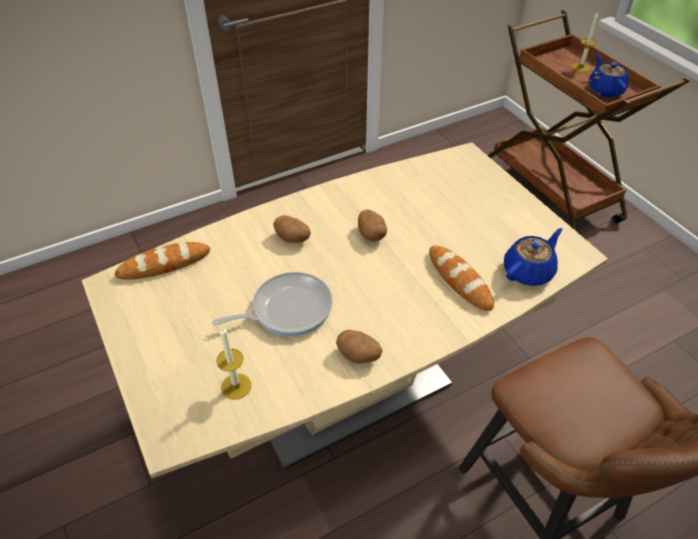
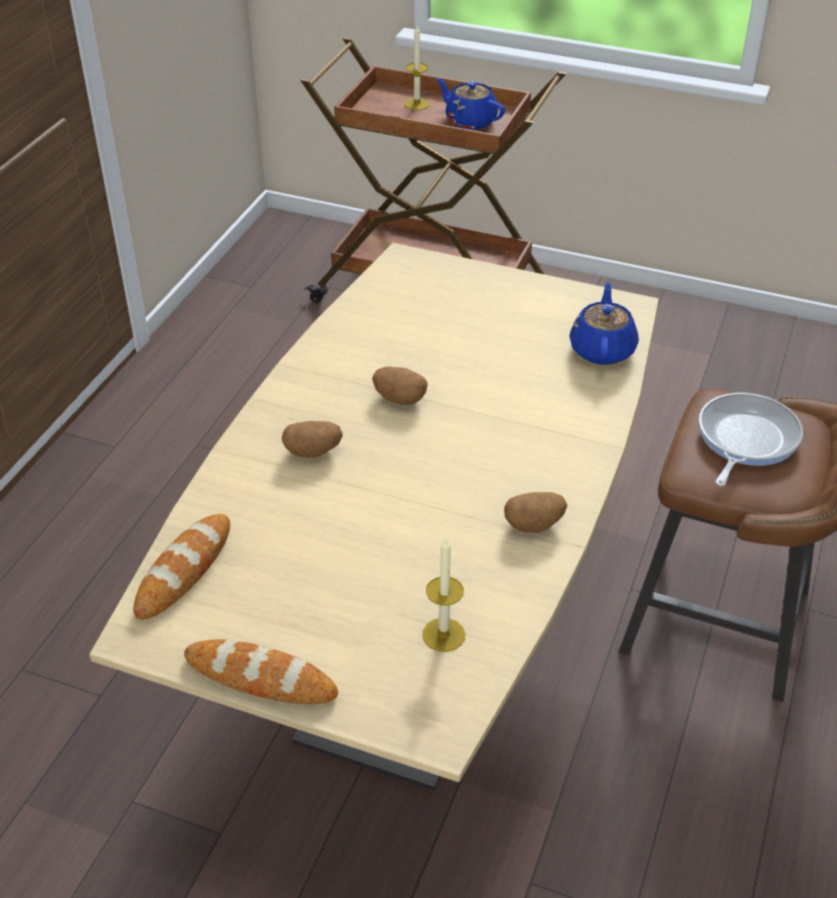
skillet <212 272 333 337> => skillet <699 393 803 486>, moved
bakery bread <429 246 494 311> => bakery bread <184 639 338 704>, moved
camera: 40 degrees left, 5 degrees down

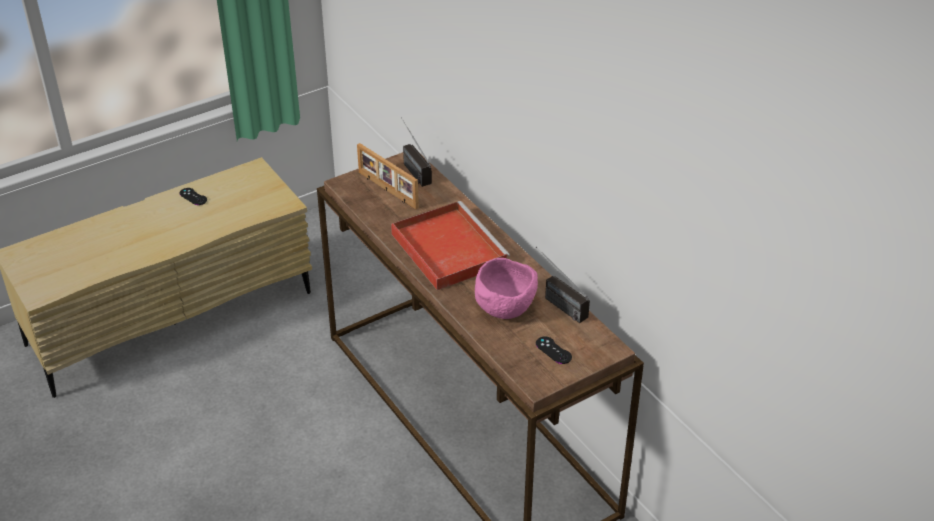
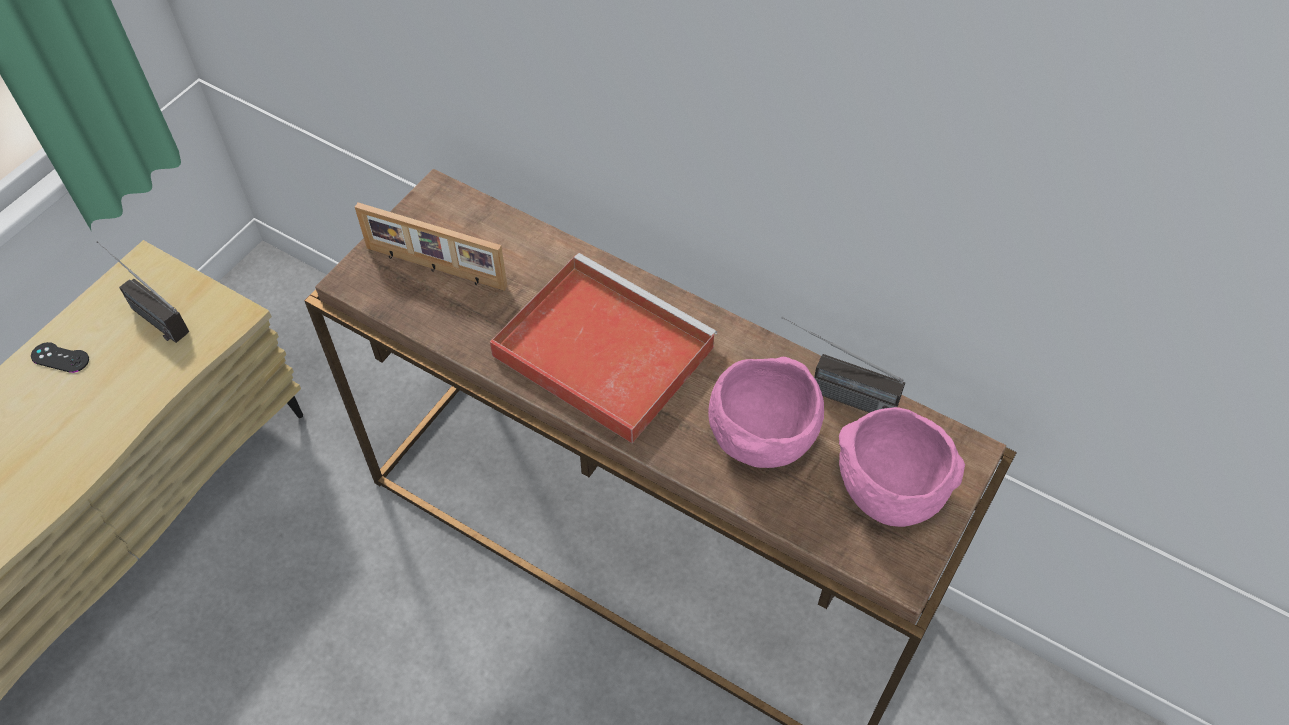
radio set <401 117 432 187> => radio set <96 241 189 343>, moved
black game controller <536 336 572 364> => pink bowl <839 407 965 527>
camera: 25 degrees left, 15 degrees up

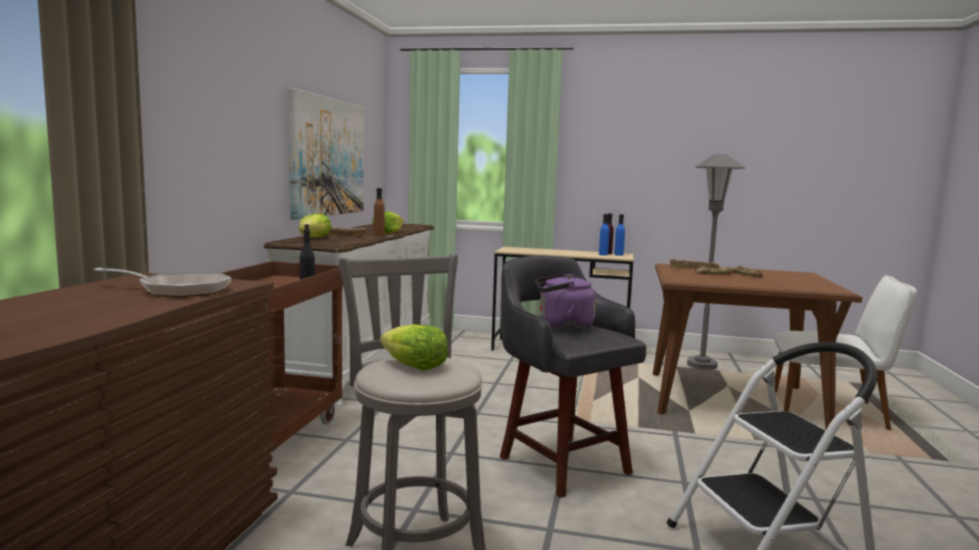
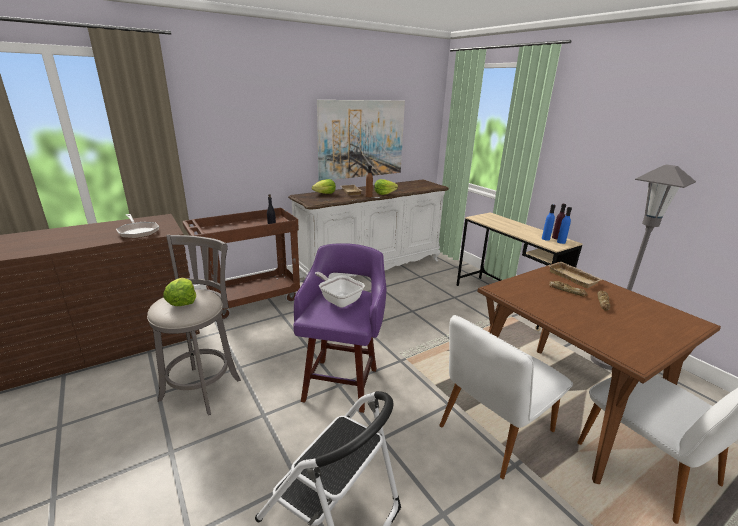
nothing => white-coloured plain chair <440 315 573 479>
purple-coloured tea kettle <535 274 596 331> => skillet <315 272 365 308>
grey stool <500 256 646 498> => purple-coloured stool <294 243 386 413>
camera: 45 degrees right, 15 degrees up

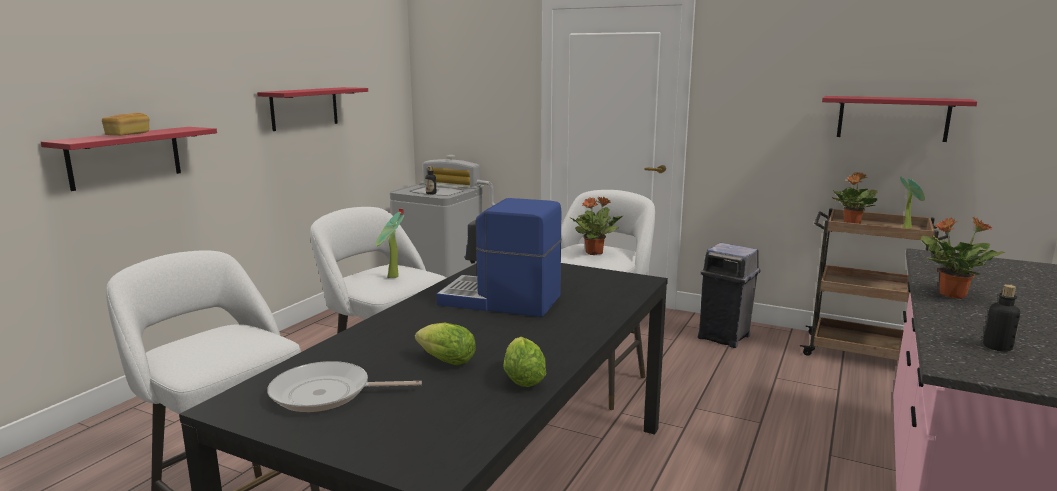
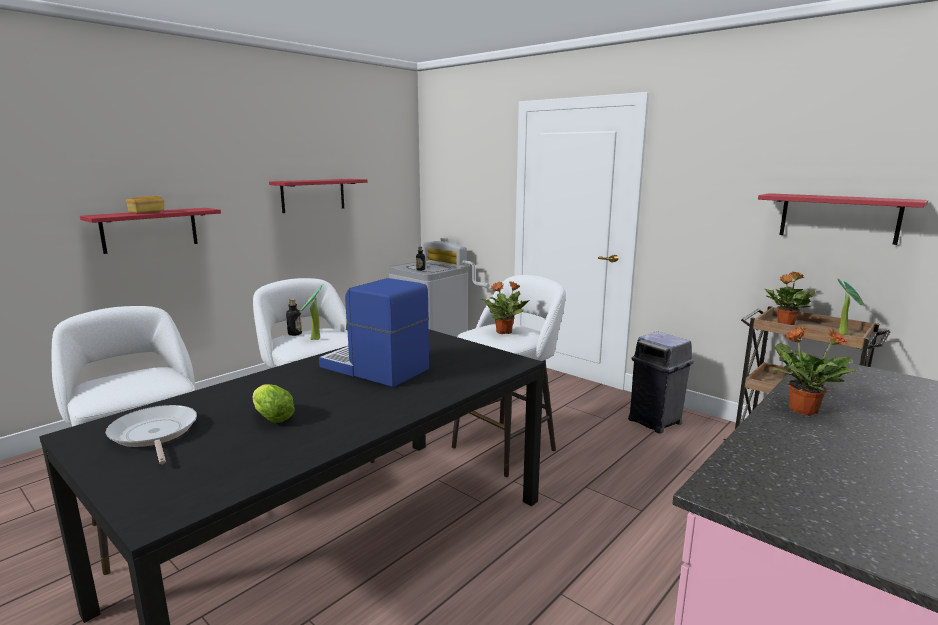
lettuce head <504 337 546 387> => nothing
beverage bottle <983 284 1020 352> => beverage bottle <286 299 302 336>, moved
skillet <267 361 422 412> => skillet <106 405 197 464>, 45 degrees clockwise
camera: 15 degrees right, 0 degrees up

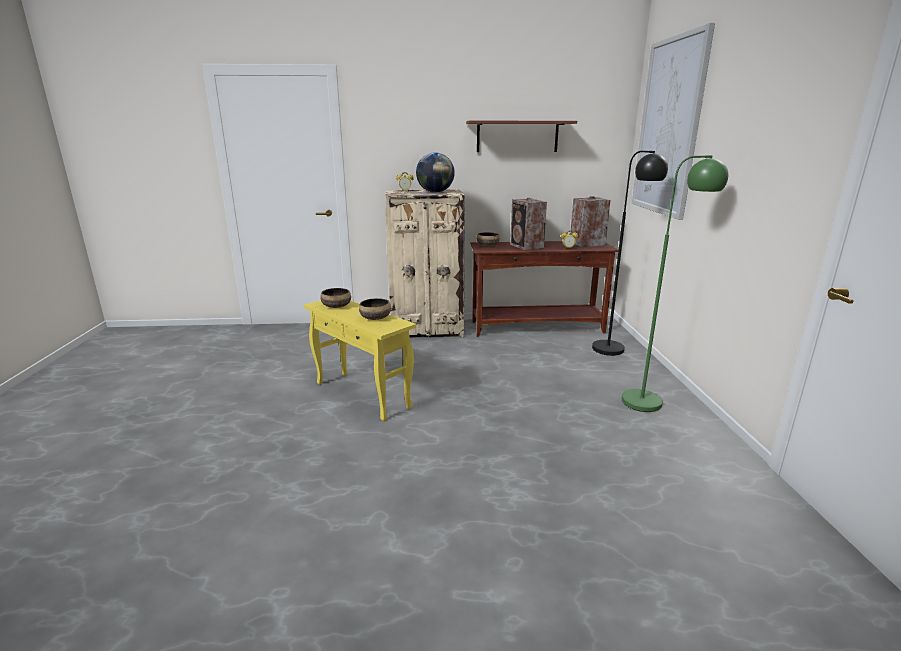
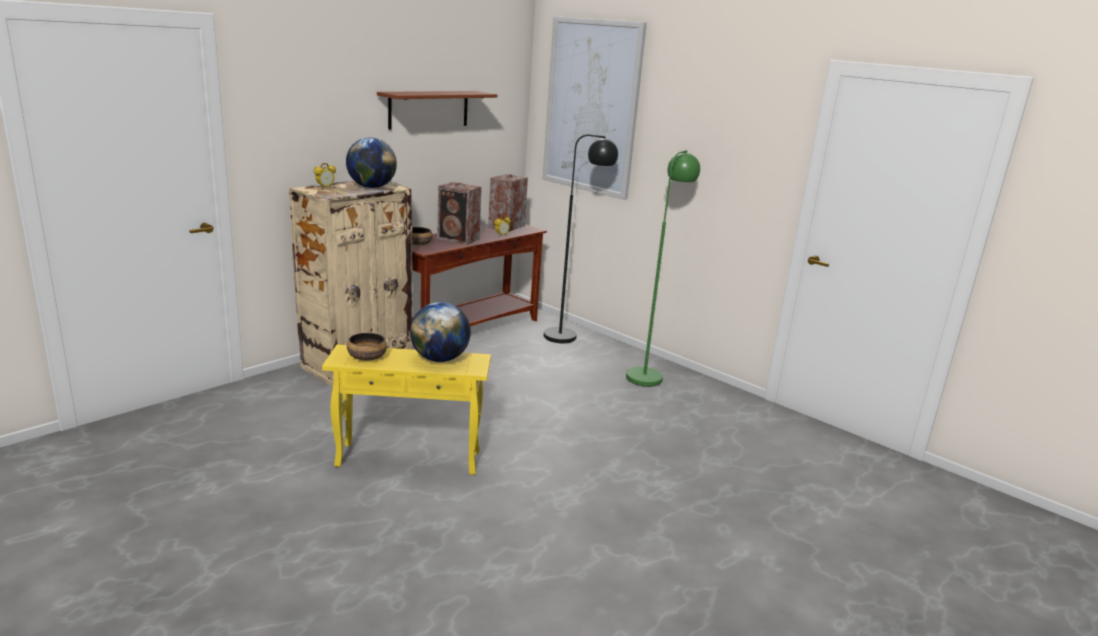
bowl <359 298 391 320> => desk globe <410 302 471 362>
camera: 45 degrees left, 0 degrees up

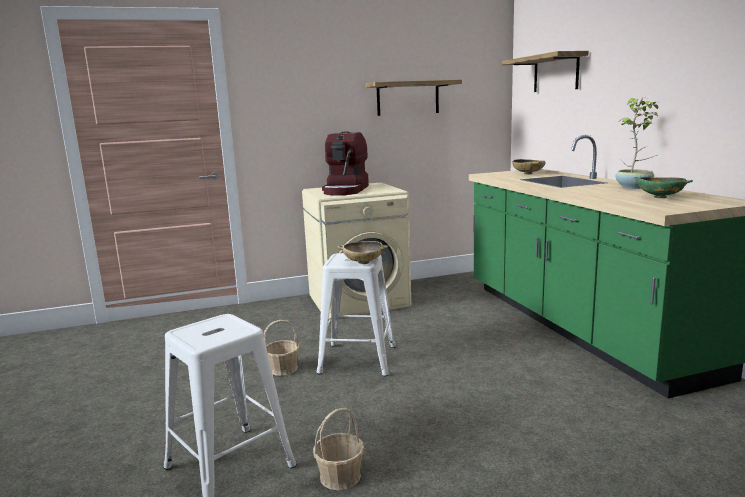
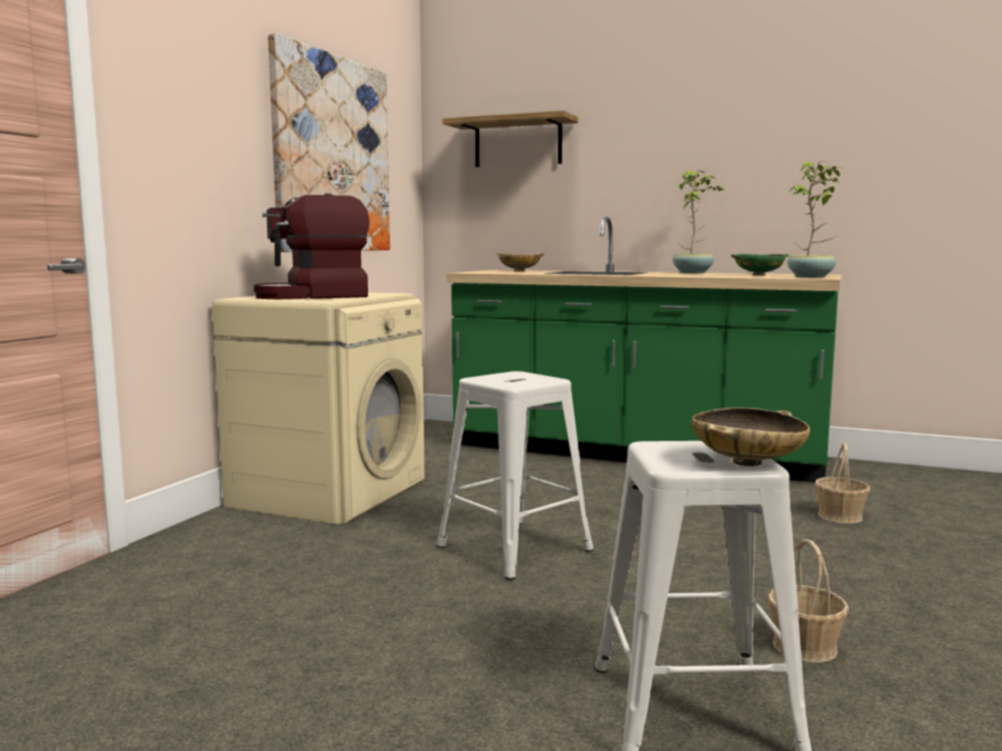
nothing => plant in a pot <787 161 841 278>
storage basket <264 320 300 376> => storage basket <815 443 870 524>, moved
beige bowl <338 241 388 264> => beige bowl <692 407 810 466>, moved
shelf <365 80 462 116> => wall picture <268 33 390 252>
coffee maker <322 131 369 195> => coffee maker <254 193 370 299>, 105 degrees clockwise
camera: 50 degrees left, 5 degrees down

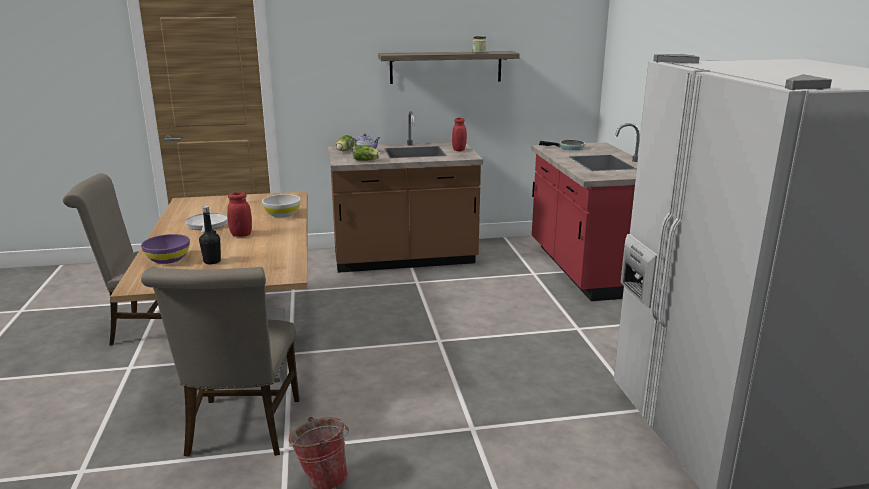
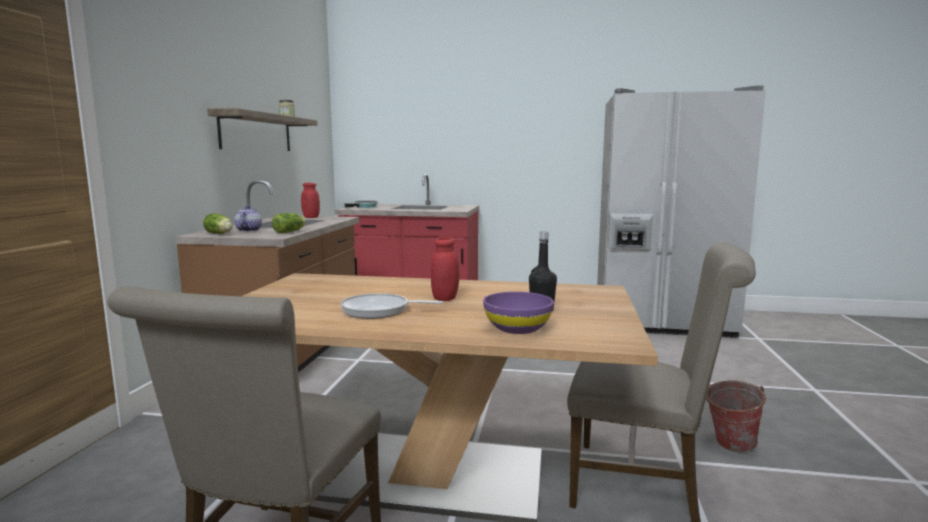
white-coloured bowl <262 194 301 218> => nothing
camera: 70 degrees left, 10 degrees down

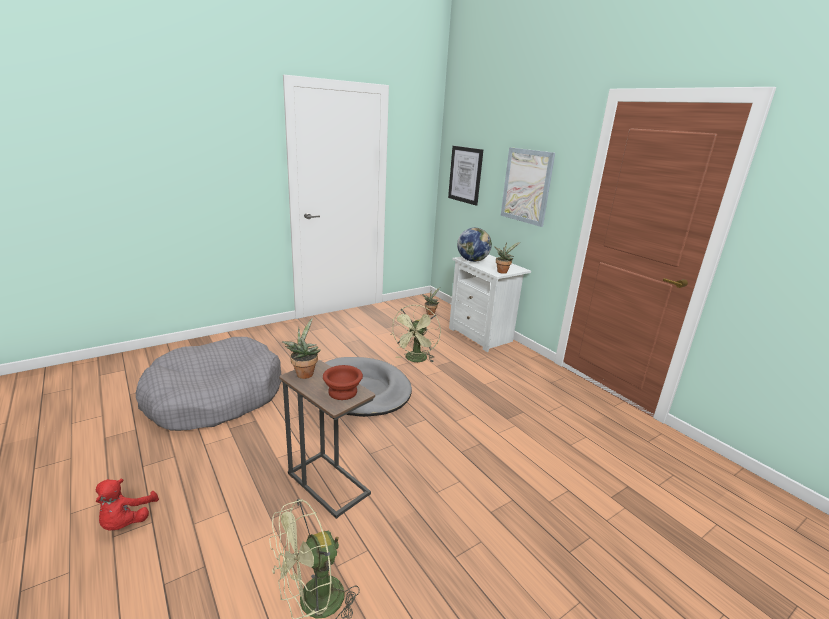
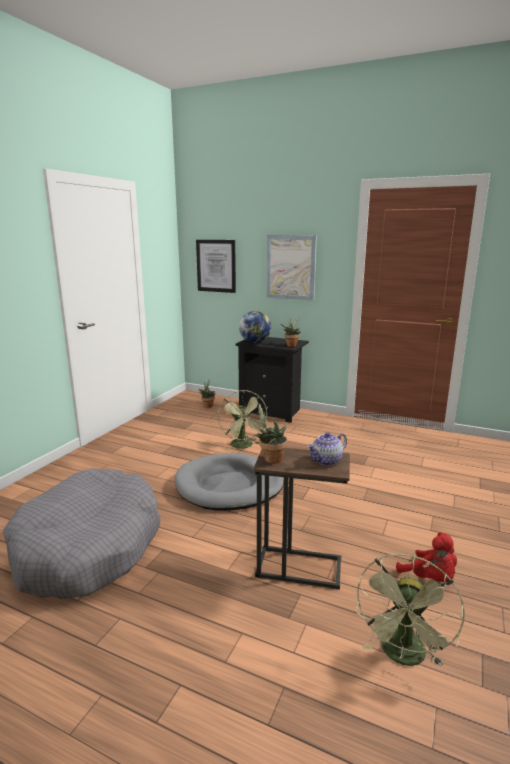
reddish plush toy <95 479 159 531> => reddish plush toy <396 532 457 582>, moved
brown bowl <323 365 363 400> => pot for tea <307 432 347 466>
white-coloured night table <449 254 531 352> => black night table <235 337 309 423>
camera: 30 degrees left, 5 degrees down

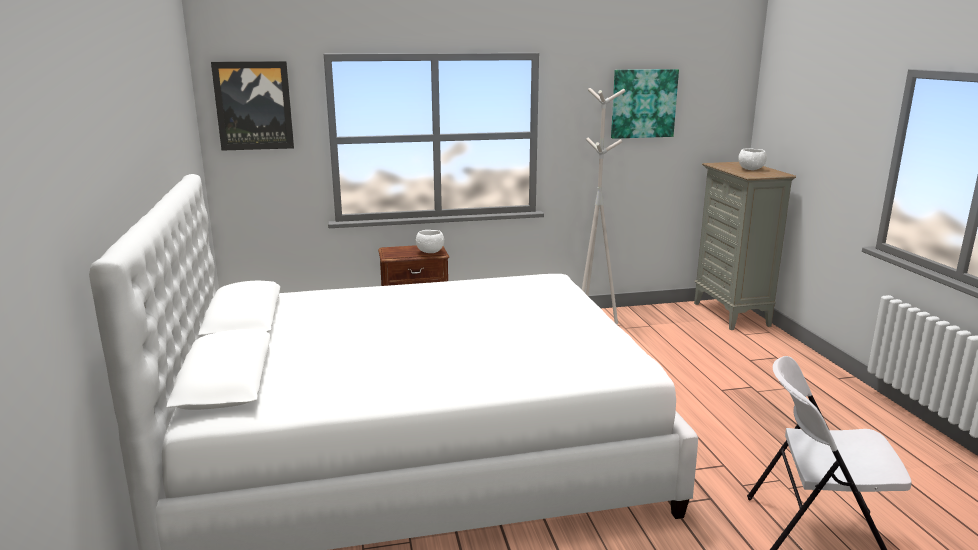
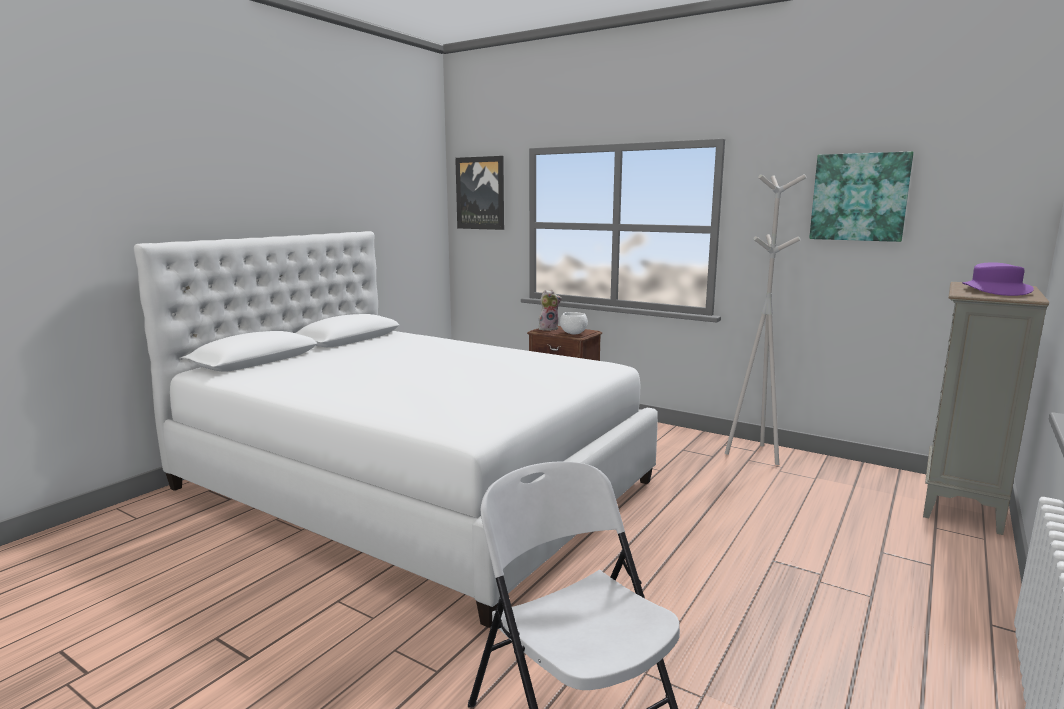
nothing => plush toy <539 290 562 331>
white-coloured bowl <738 148 767 170> => purple-coloured clothing hat <962 262 1034 296>
camera: 45 degrees right, 5 degrees down

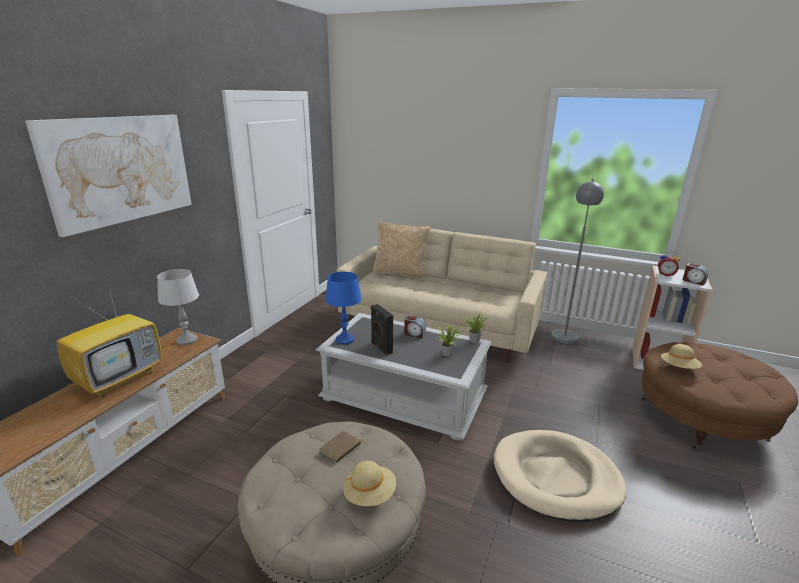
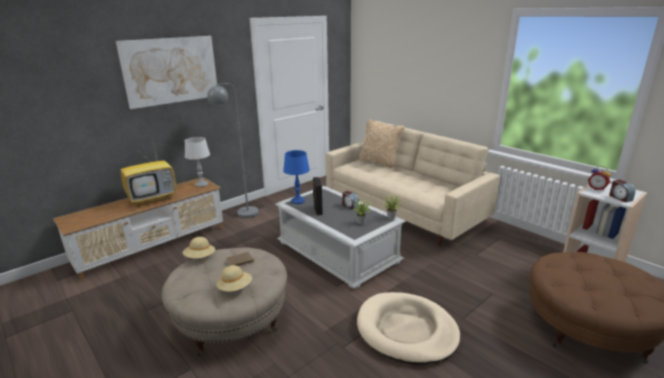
grey standard lamp <551 178 604 345> => grey standard lamp <207 83 259 218>, moved
beige clothing hat <661 344 702 369> => beige clothing hat <182 237 215 258>, moved
camera: 25 degrees right, 0 degrees up

